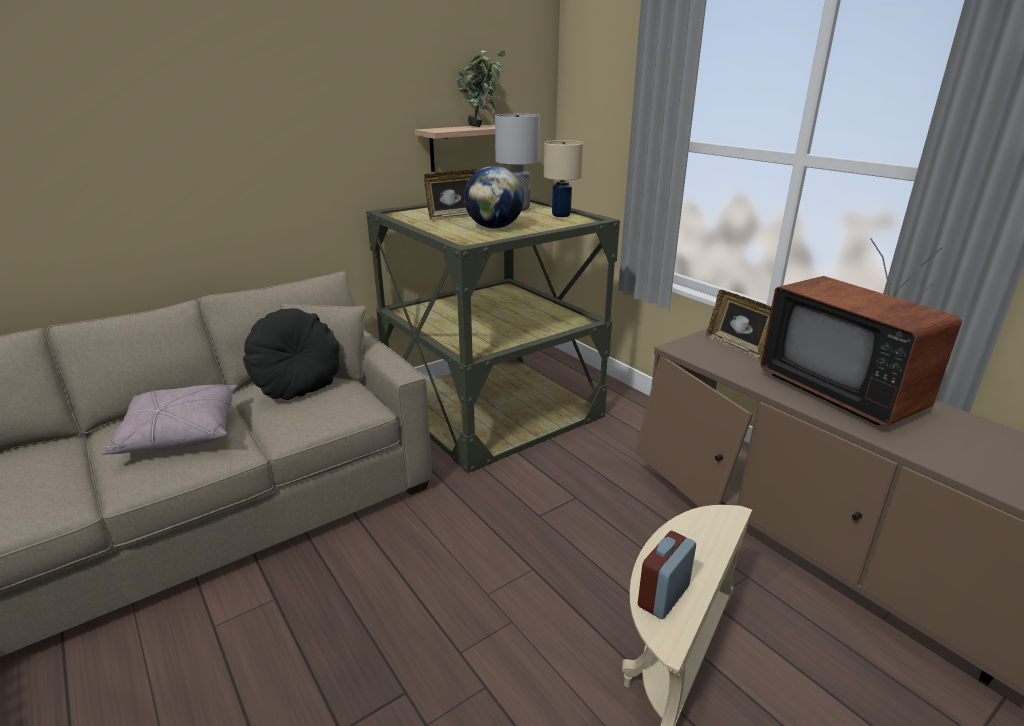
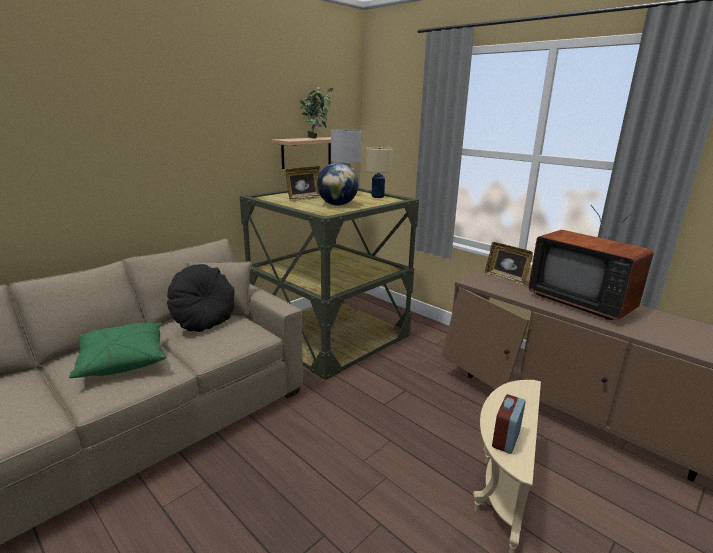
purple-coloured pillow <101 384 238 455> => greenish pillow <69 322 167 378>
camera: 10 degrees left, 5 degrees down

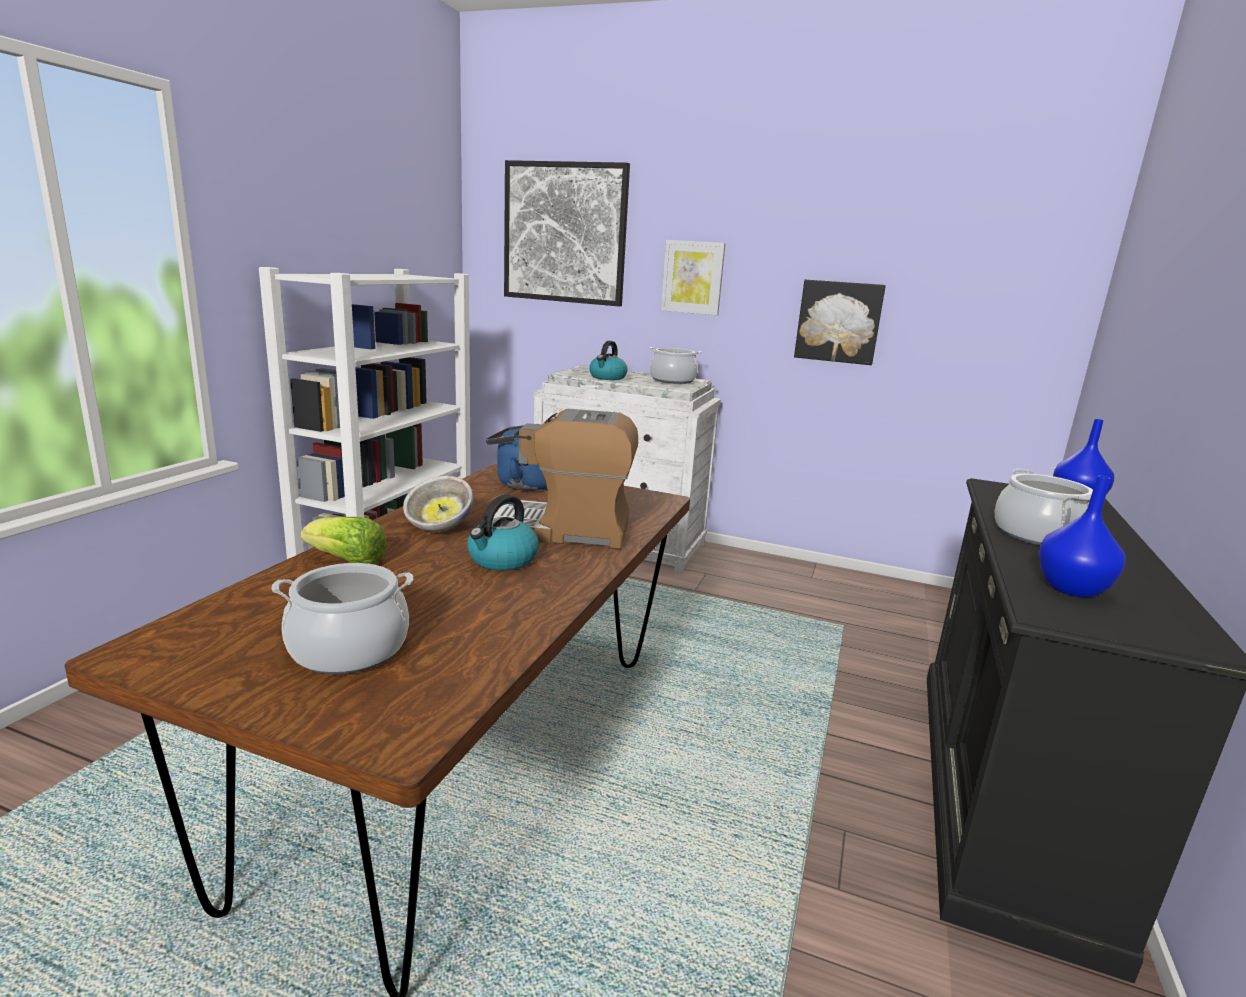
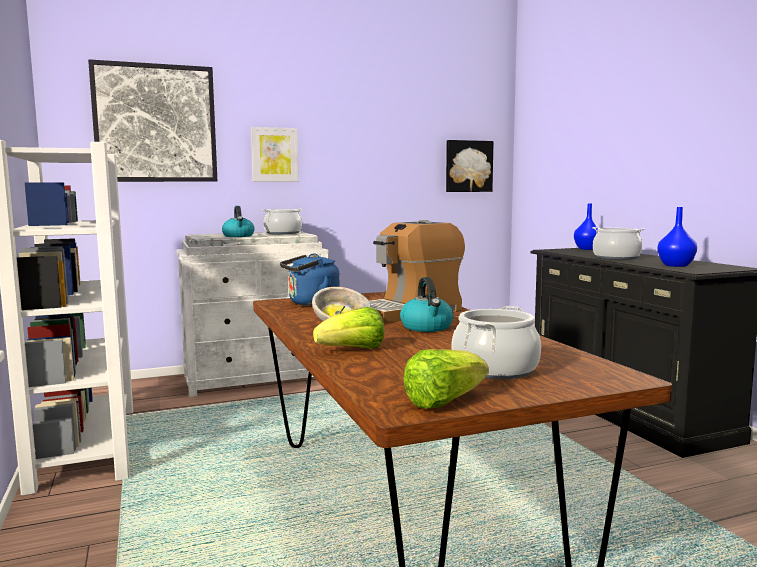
nothing => lettuce head <404 349 489 409>
wall picture <794 280 886 365> => wall picture <446 140 493 192>, moved
camera: 40 degrees left, 10 degrees down

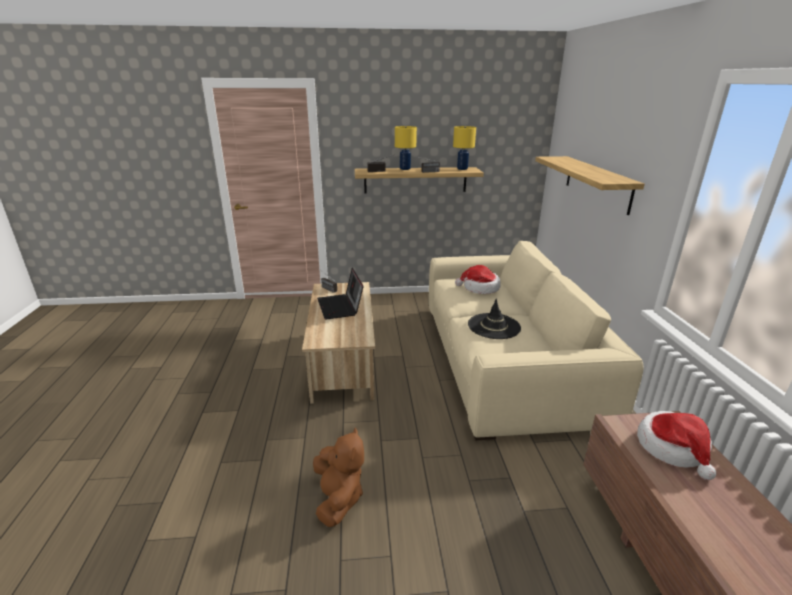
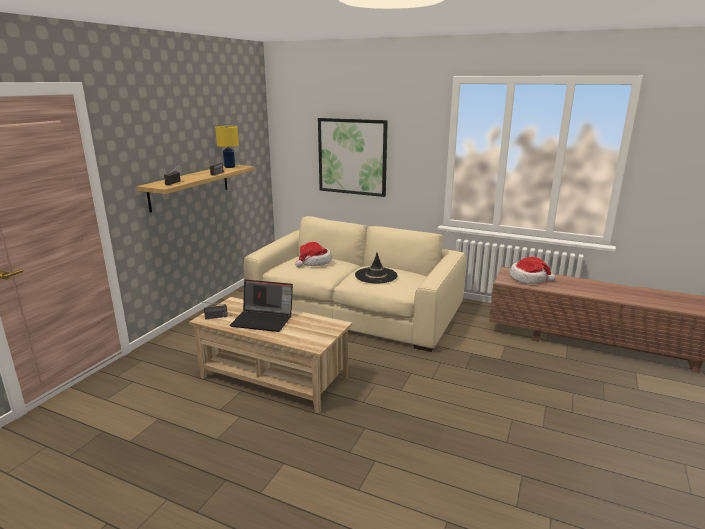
brown plush toy <313 428 364 527> => nothing
yellowish lamp for a table <395 126 417 170> => nothing
shelf <535 156 645 215> => wall picture <318 118 388 197>
camera: 60 degrees left, 5 degrees down

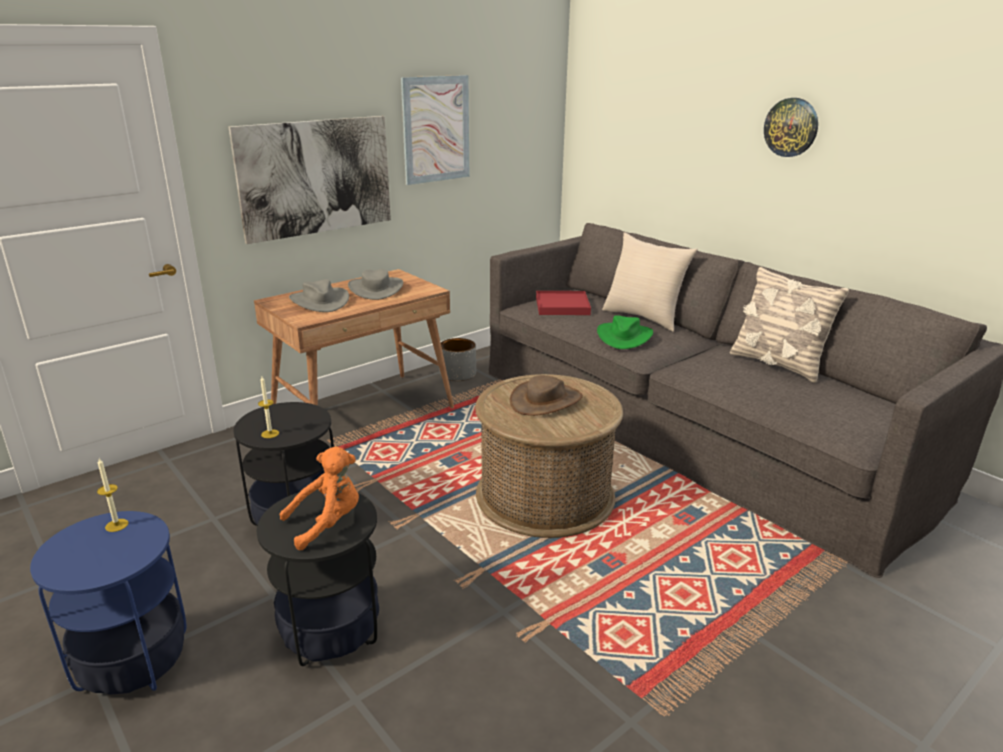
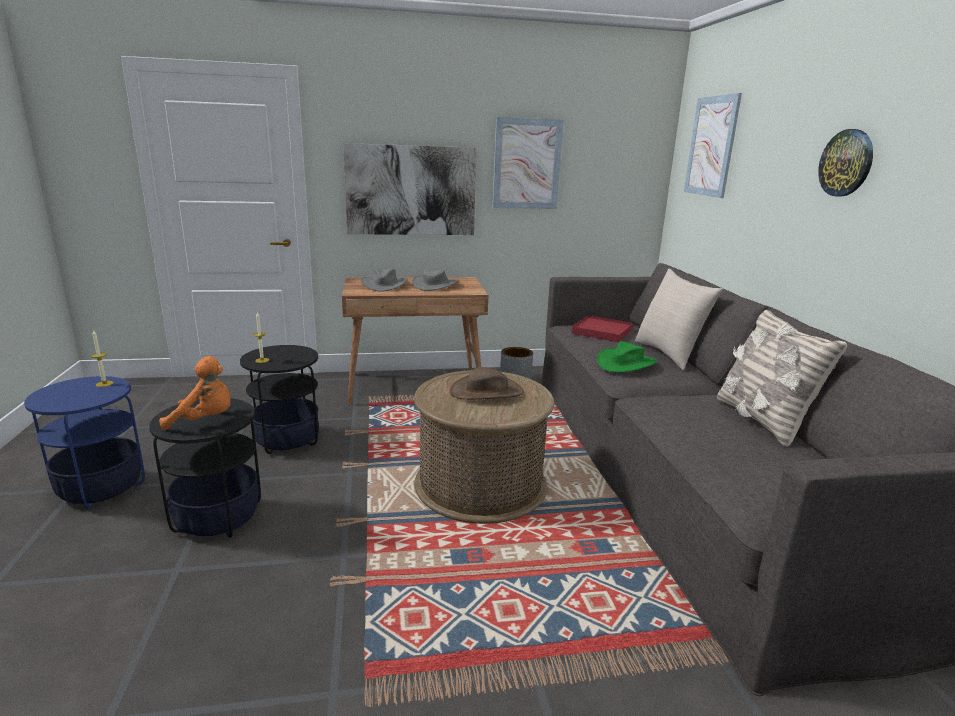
nothing => wall picture <684 93 742 198>
camera: 30 degrees right, 5 degrees down

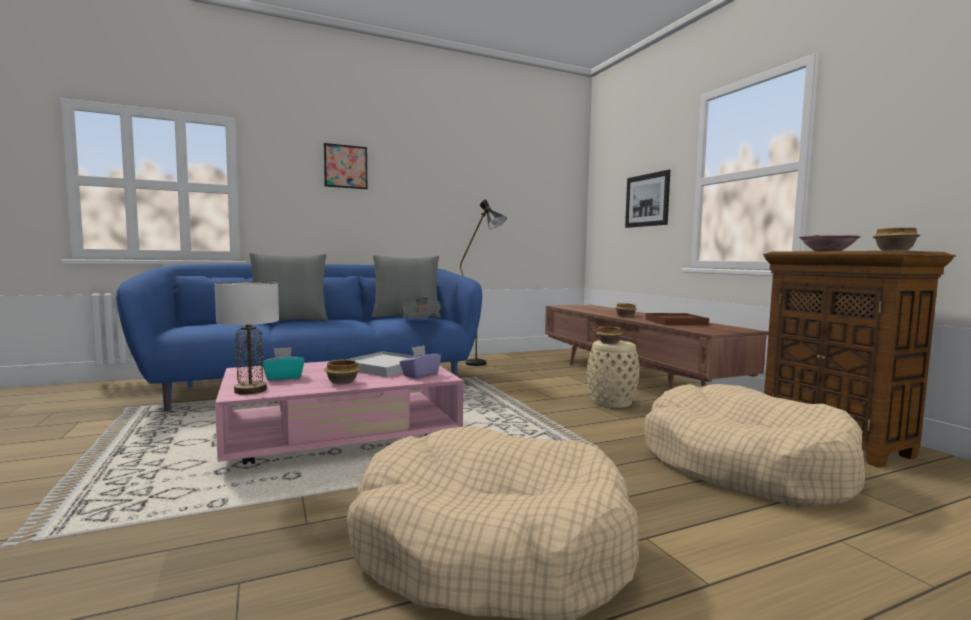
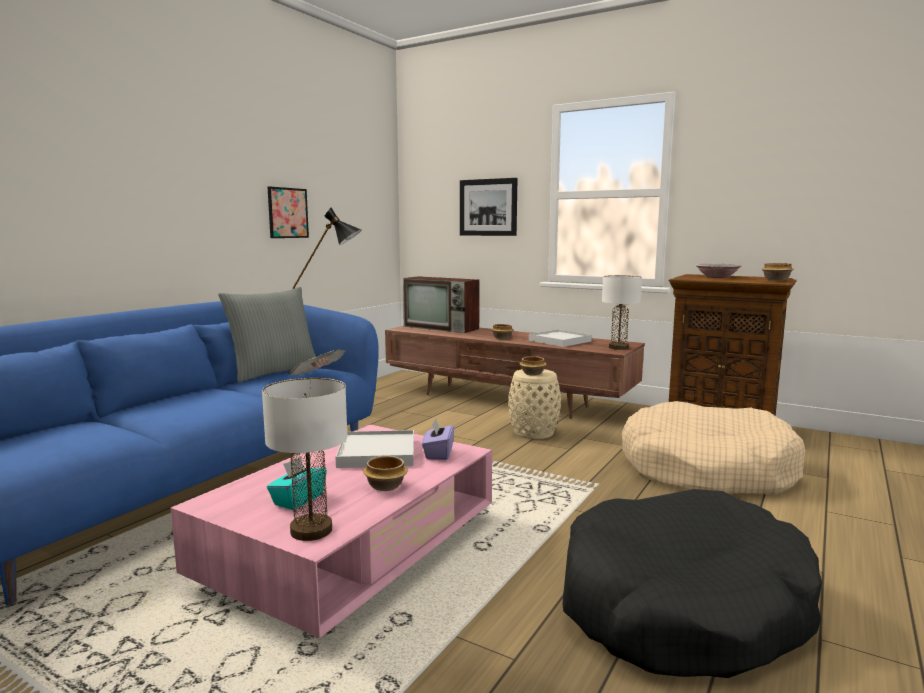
grey pillow <249 253 328 321> => nothing
nothing => television <403 276 479 333>
nothing => lamp for a table <602 275 642 350>
wall picture <324 143 367 189> => wall picture <267 186 309 238>, moved
beige dog cushion <347 426 639 620> => black dog cushion <563 489 822 678>
brown serving tray <645 313 709 325> => white-coloured serving tray <529 329 592 347>
camera: 35 degrees left, 5 degrees up

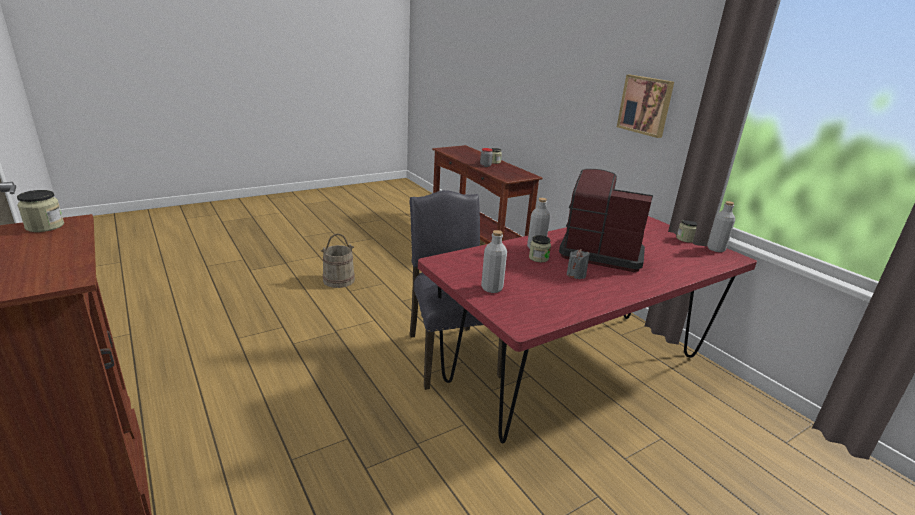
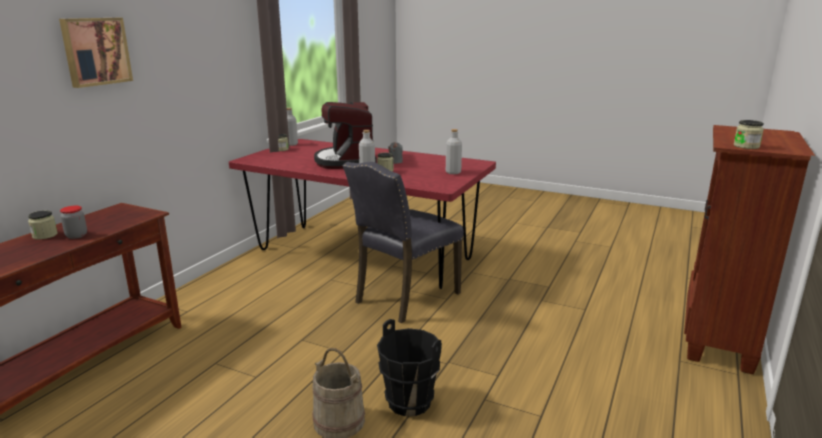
nothing => black water bucket <377 319 442 416>
wall picture <617 75 674 138> => wall picture <59 18 133 88>, moved
camera: 120 degrees left, 5 degrees down

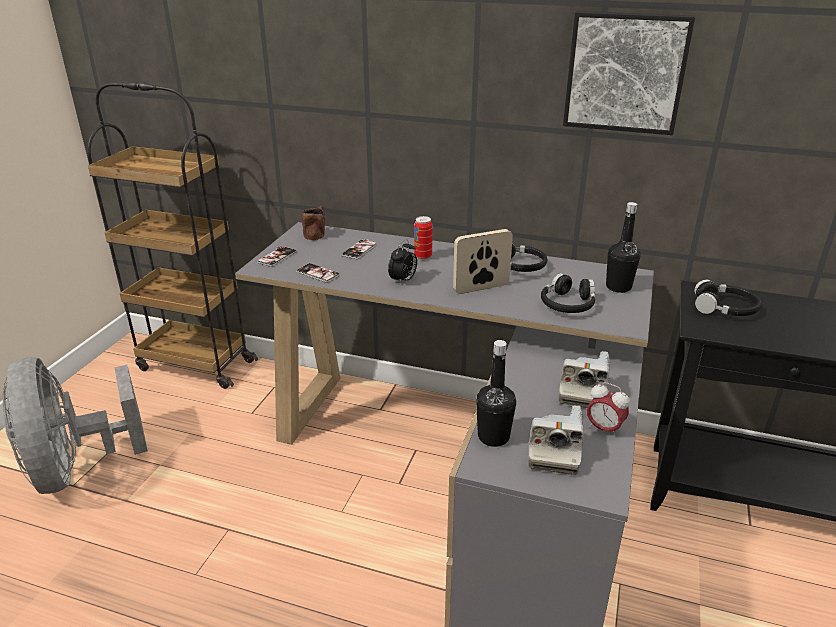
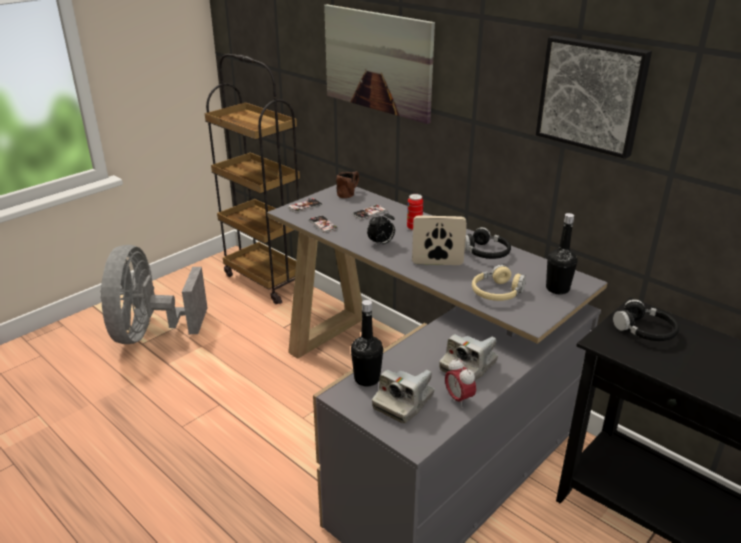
nothing => wall picture <324 4 435 124>
black pair of headphones <541 273 595 313> => beige pair of headphones <472 264 526 301>
camera: 25 degrees right, 0 degrees up

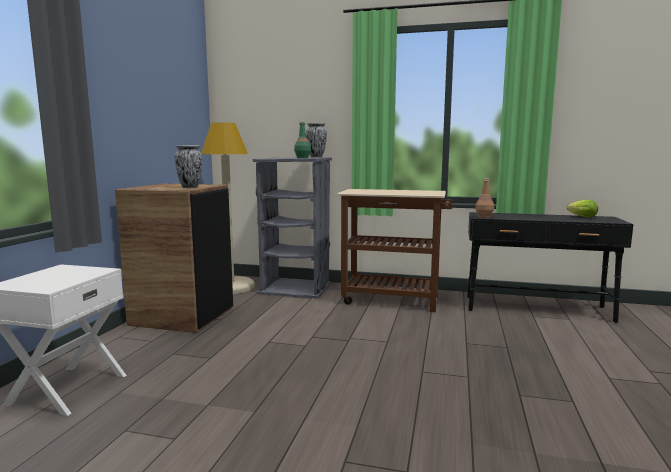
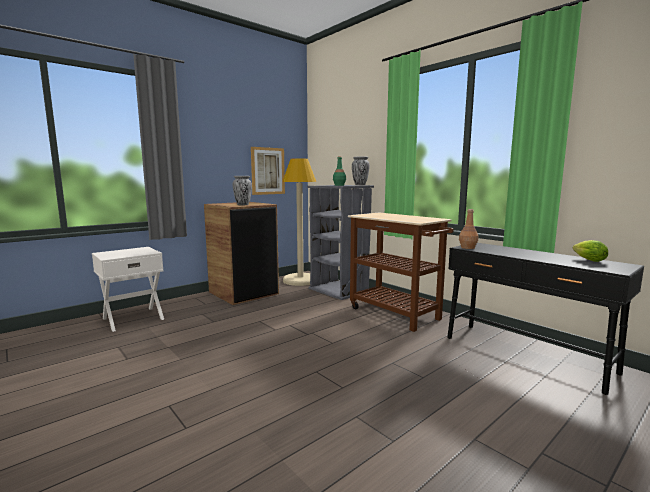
nothing => wall picture <251 147 285 195>
camera: 35 degrees right, 0 degrees up

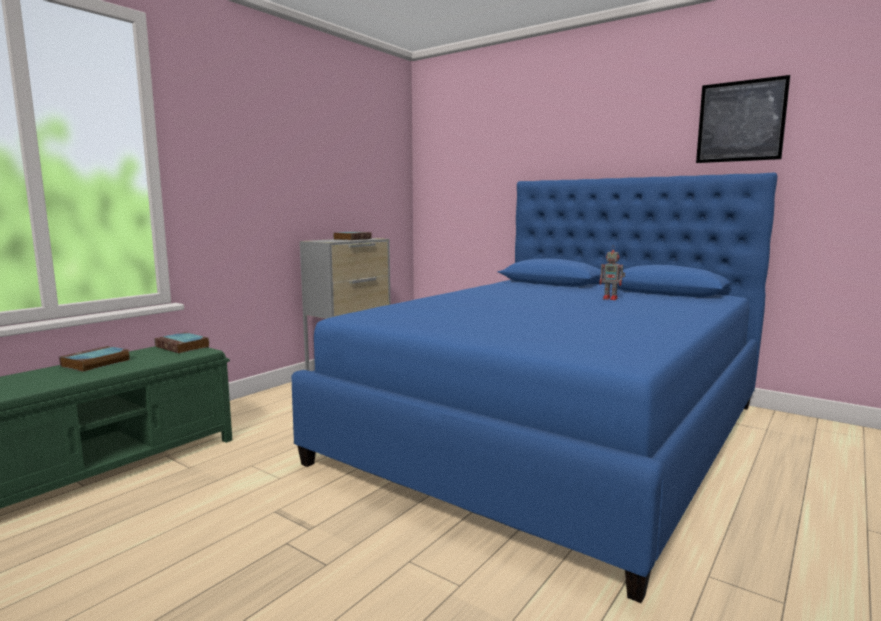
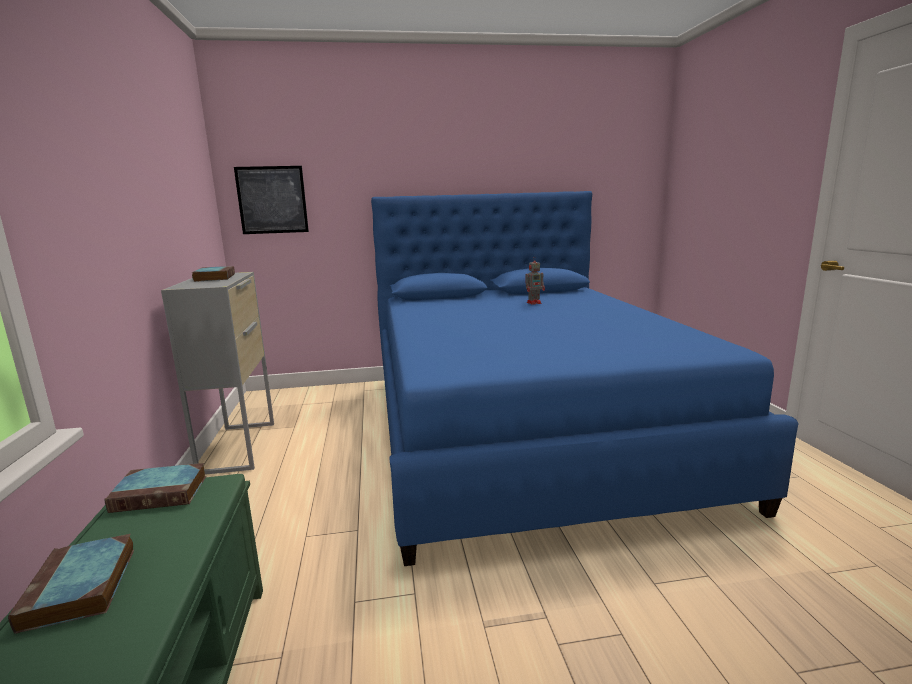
wall picture <696 75 790 163> => wall picture <234 166 309 234>, moved
camera: 45 degrees left, 5 degrees up

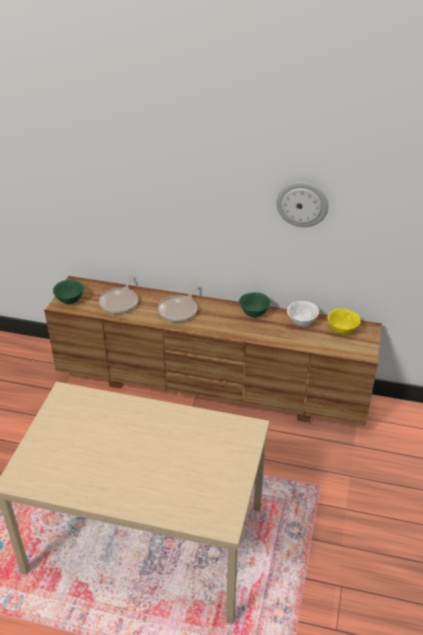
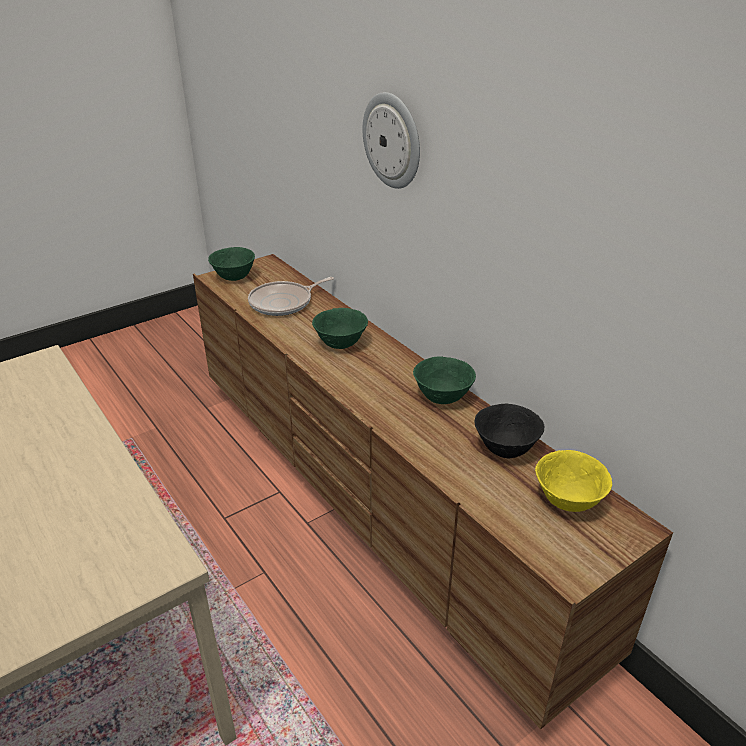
hanging clock <276 182 328 227> => hanging clock <363 92 420 189>, moved
skillet <158 285 200 322> => greenish bowl <312 308 368 349>
white-coloured bowl <287 301 319 327> => black bowl <474 404 544 459>
camera: 40 degrees right, 5 degrees down

